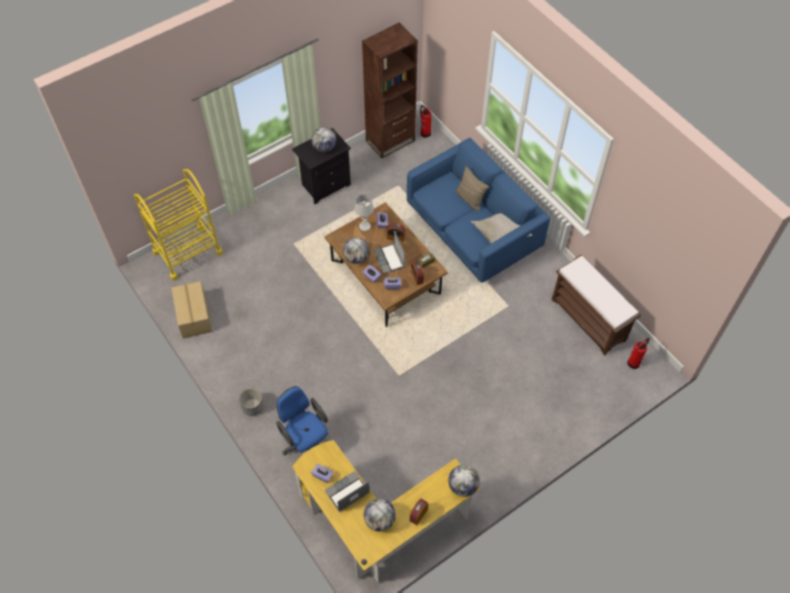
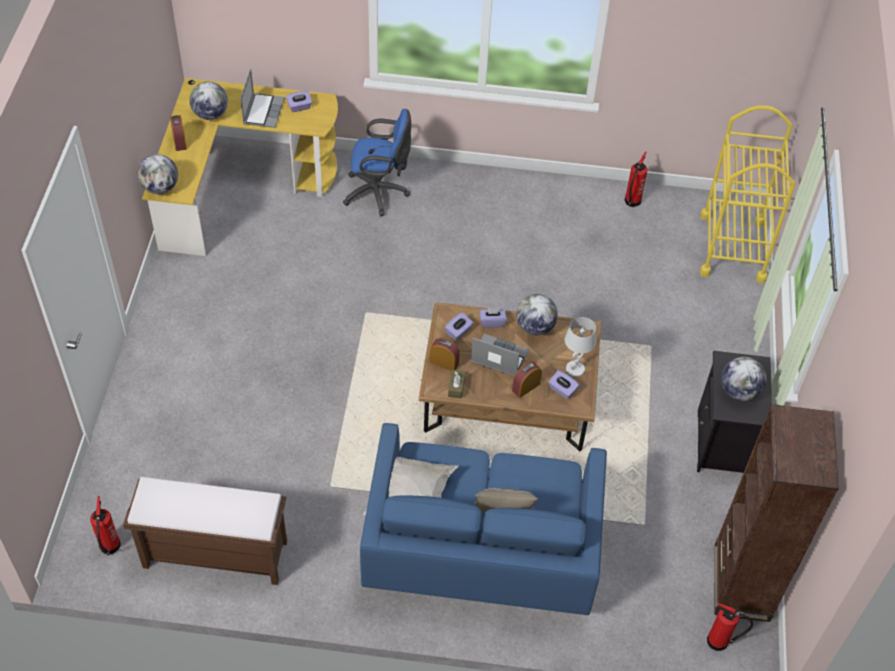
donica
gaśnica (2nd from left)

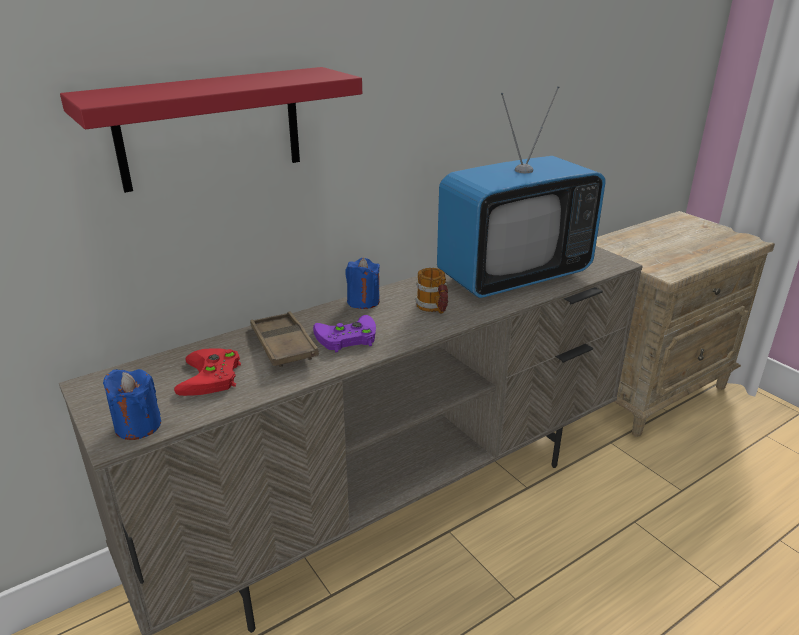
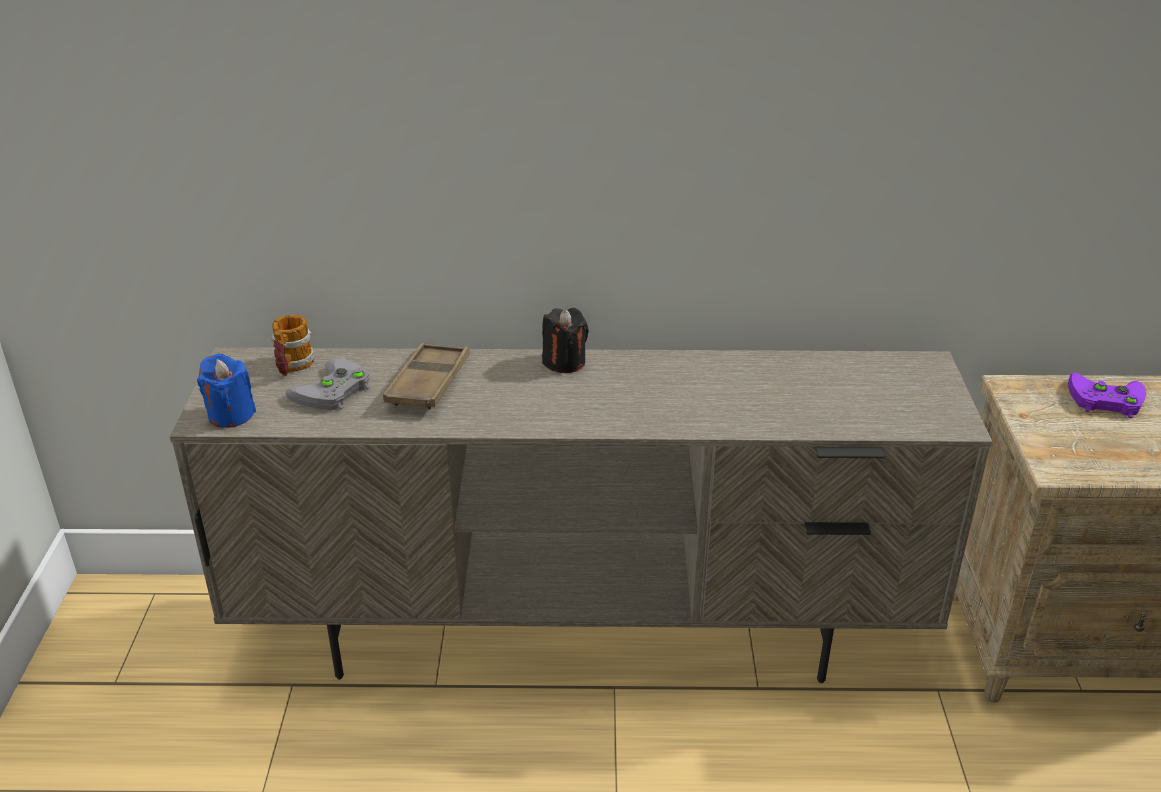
półka/czerwony
telewizor
pad do gier/fioletowy
kubek
pad do gier/szary
świeca/czarny

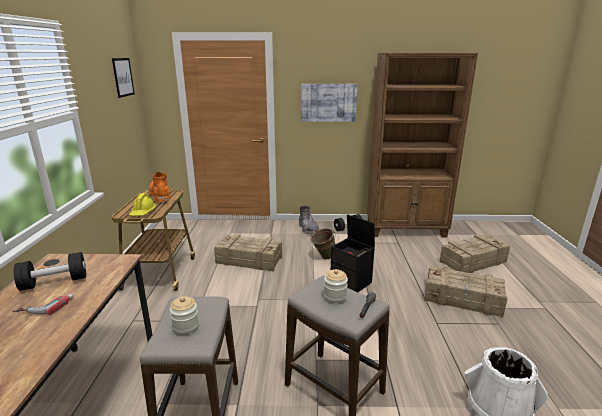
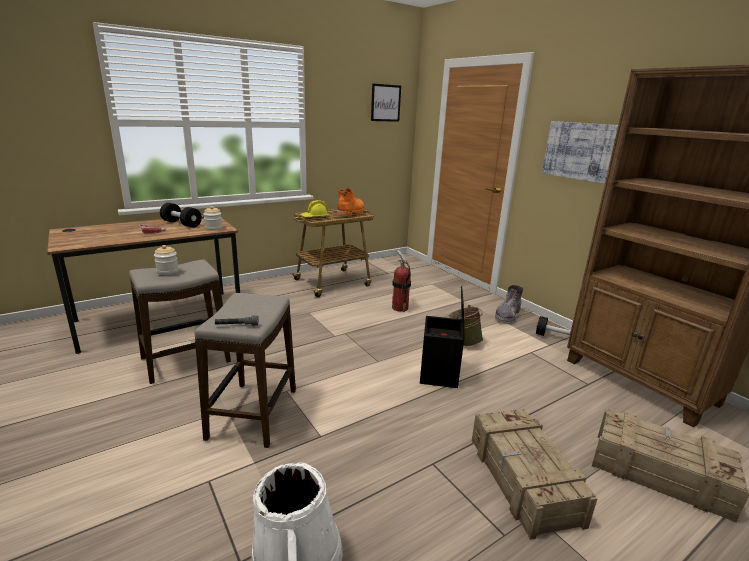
słoik (2nd from left)
gaśnica

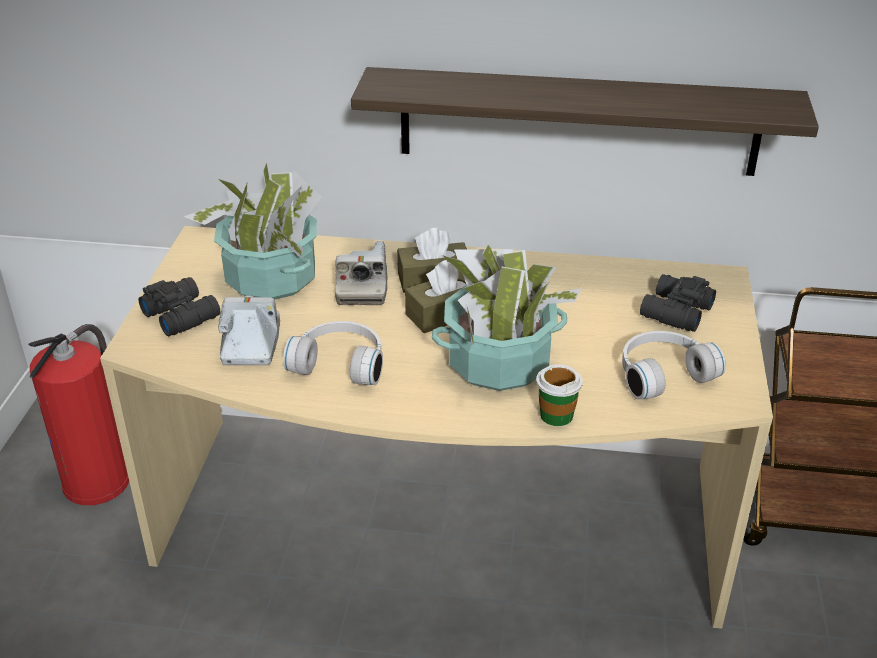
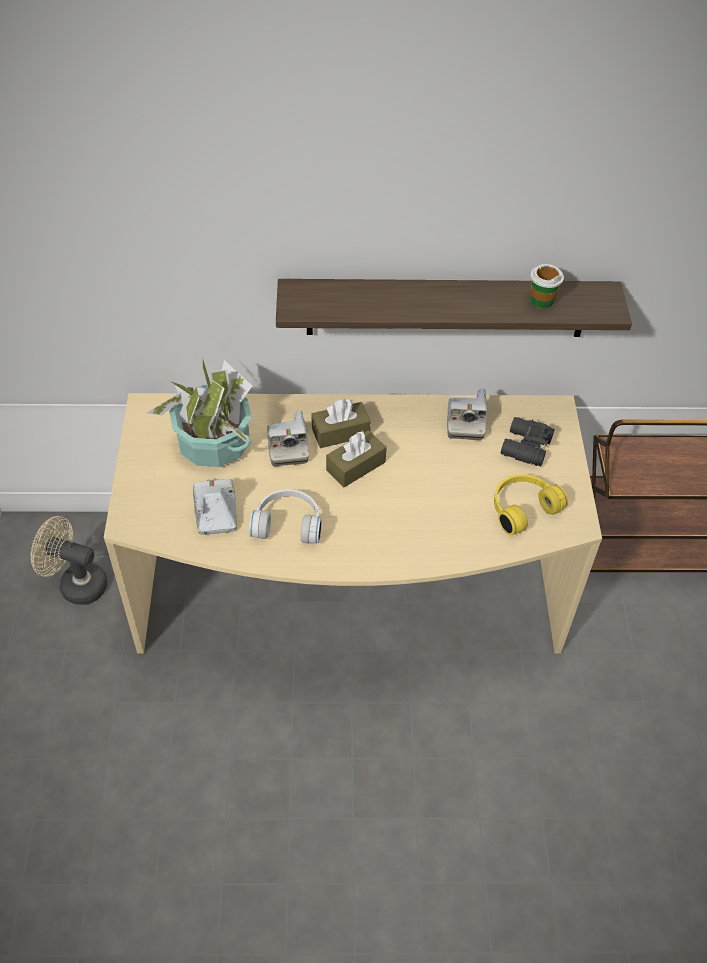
lornetka/czarny (1st from left in the first image)
roślina doniczkowa (2nd from left in the first image)
aparat fotograficzny (3rd from left)
filiżanka
wentylator/beżowy
słuchawki/żółty

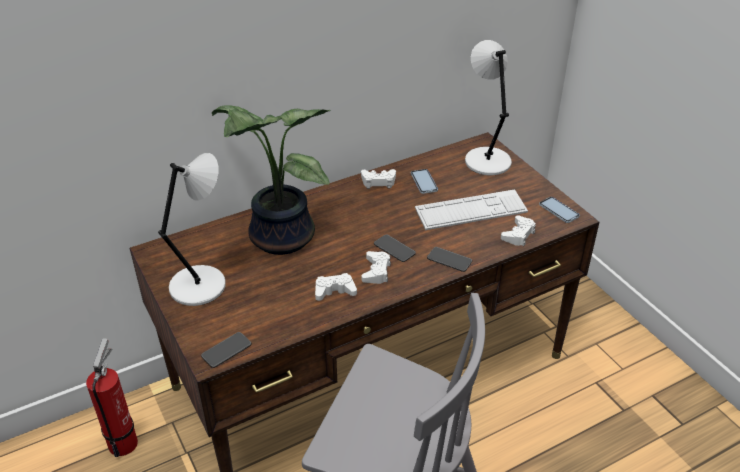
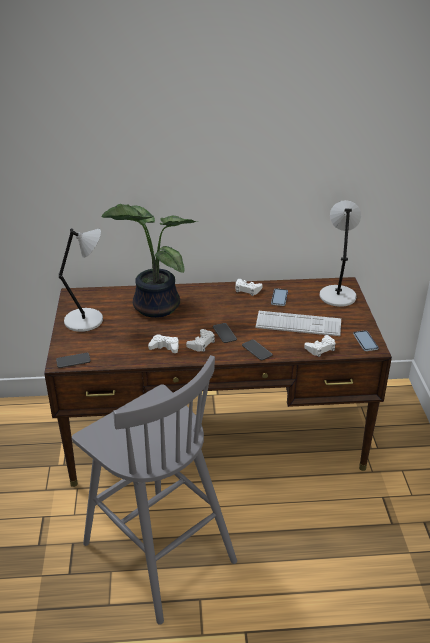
gaśnica

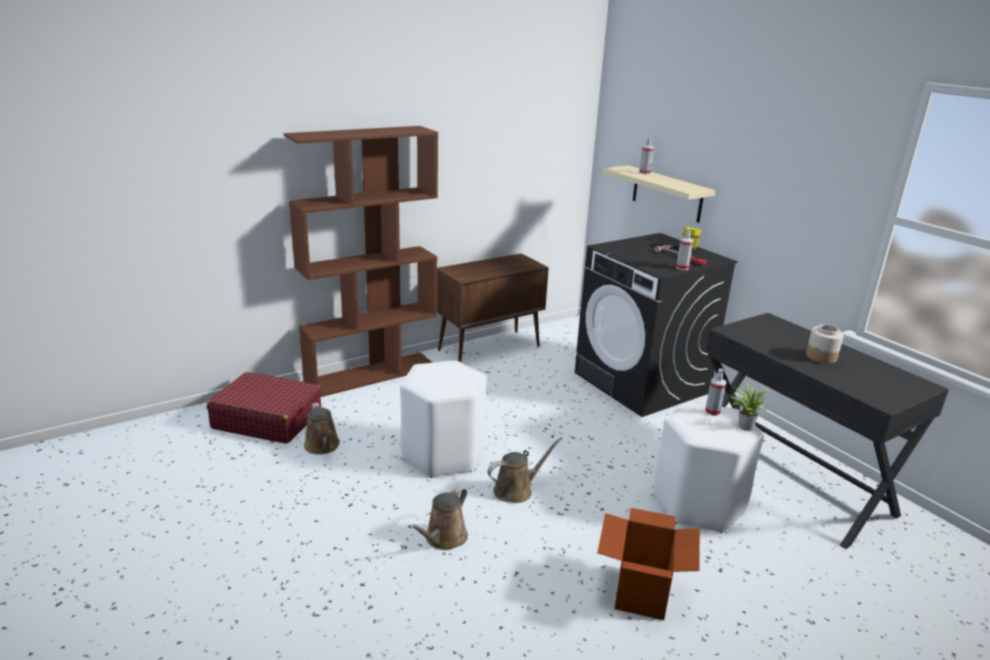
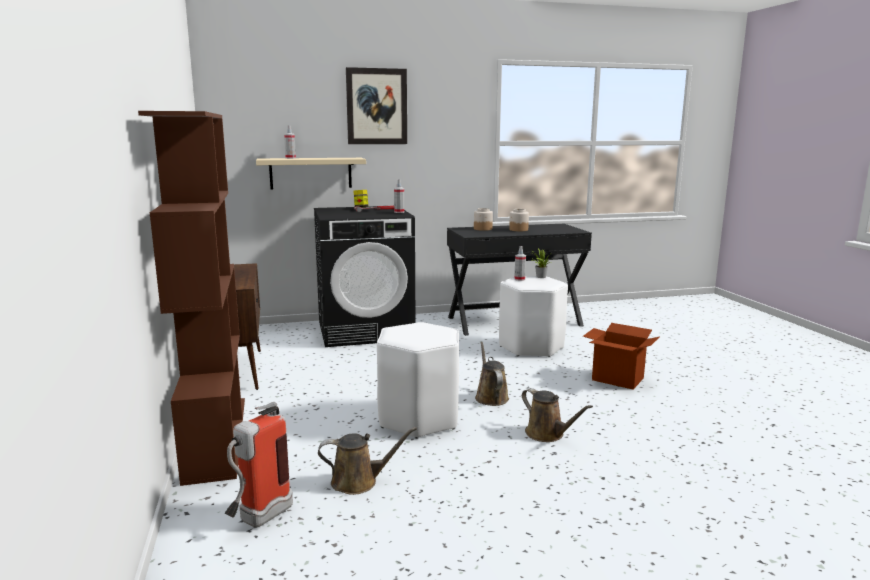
obraz
słoik (2nd from left)
gaśnica

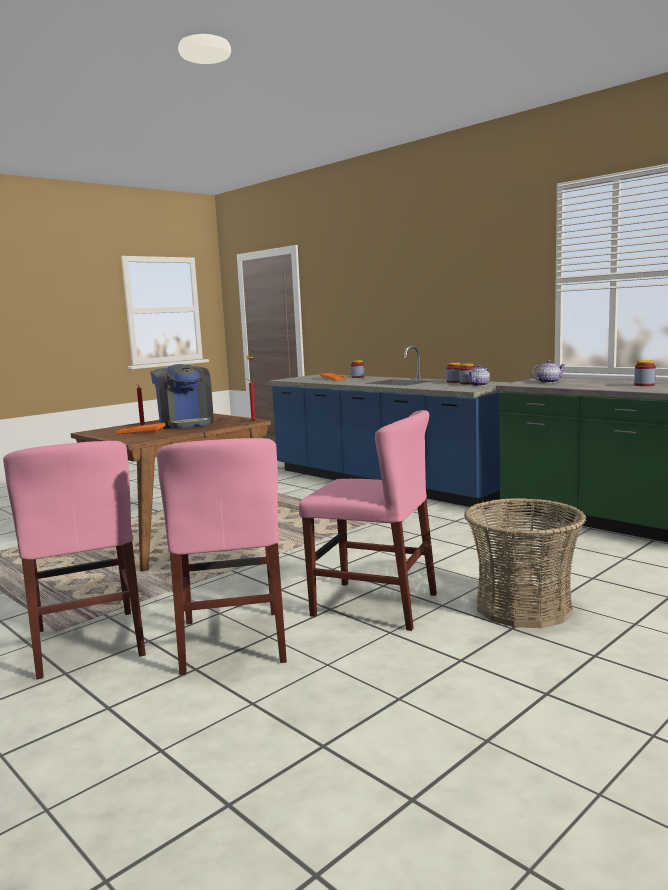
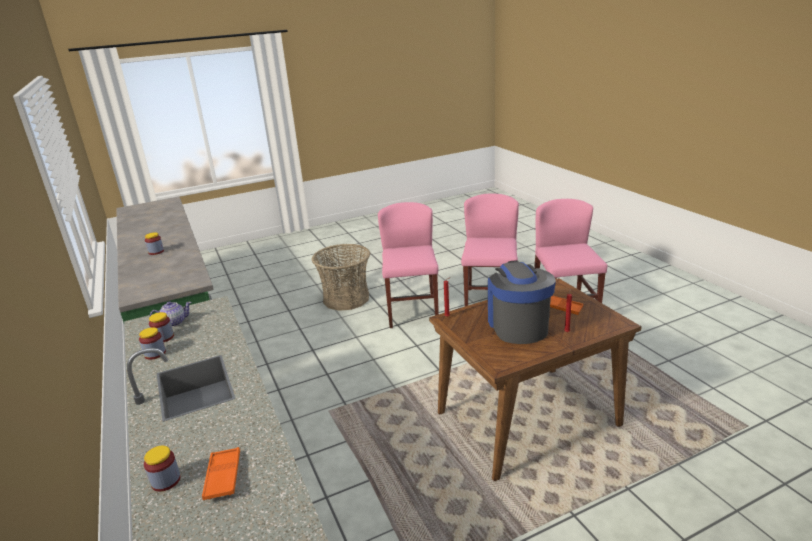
imbryk (2nd from left in the first image)
krzesło/różowy (1st from left)

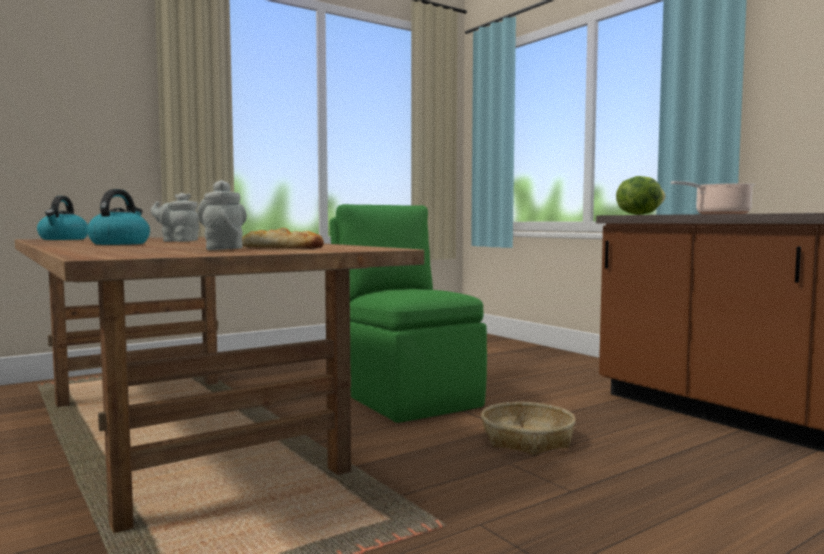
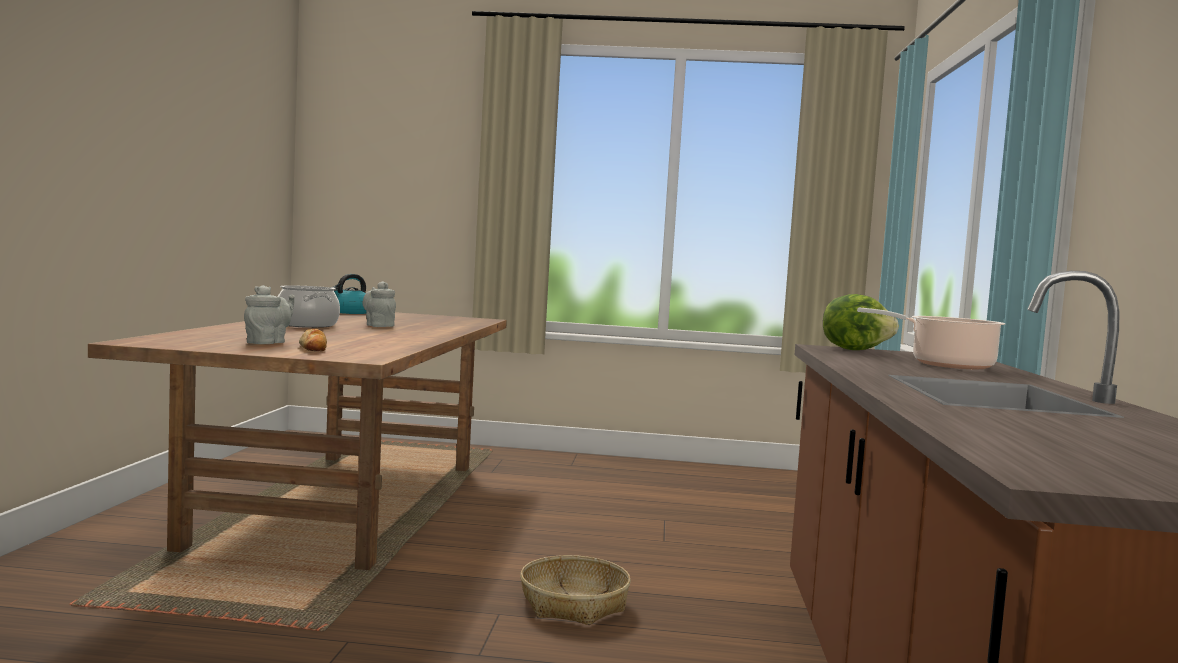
krzesło/zielony
garnek (1st from left)

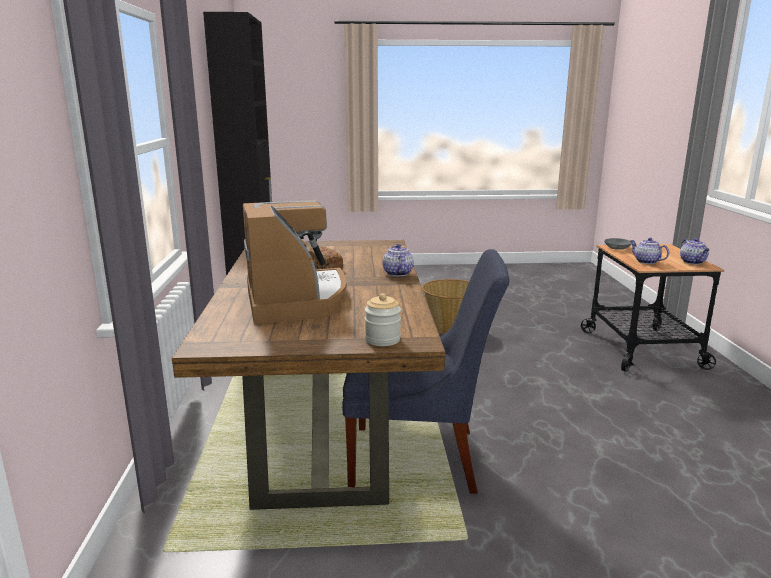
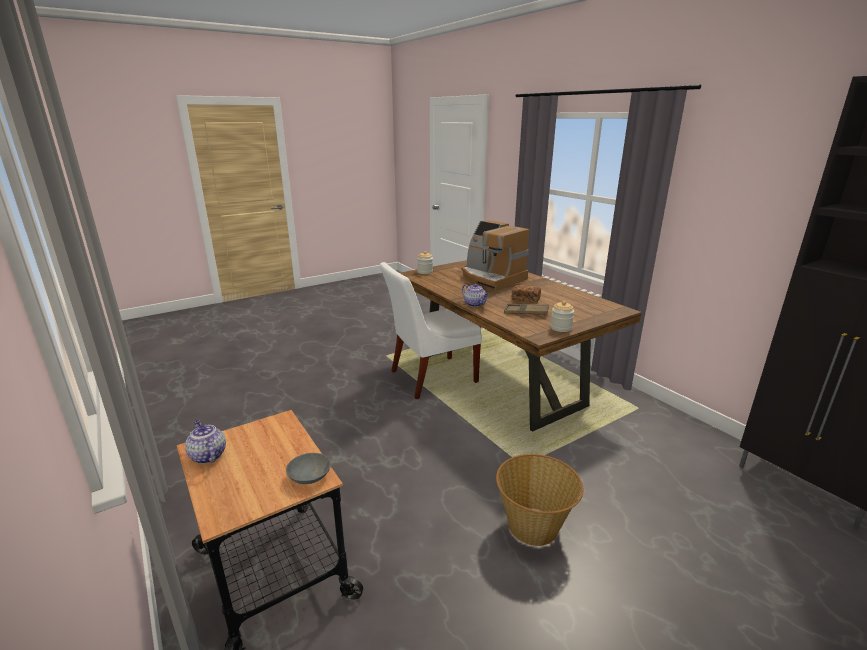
imbryk (2nd from left in the first image)
taca/brązowy
słoik (2nd from left)
krzesło/biały

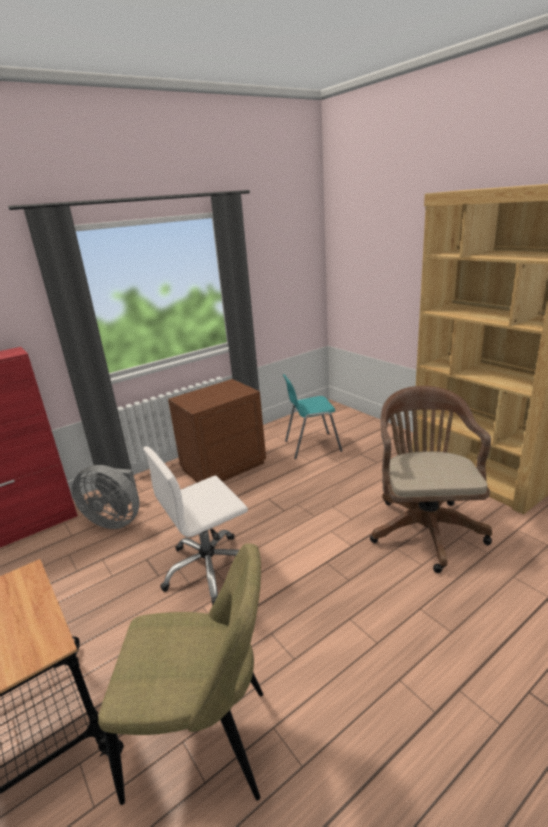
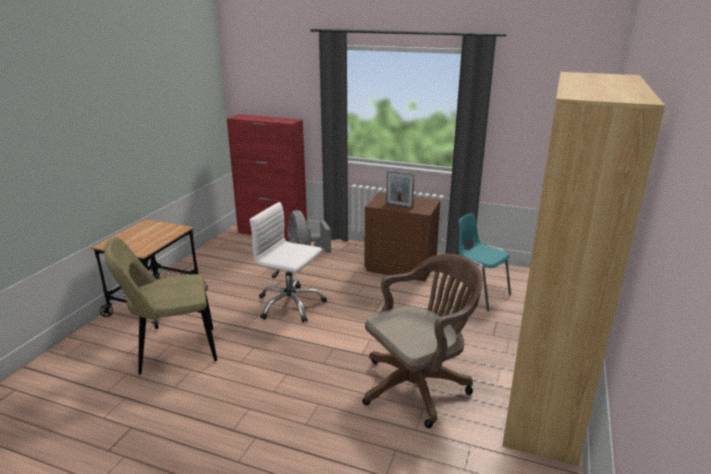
ramka na zdjęcie
krzesło/beżowy

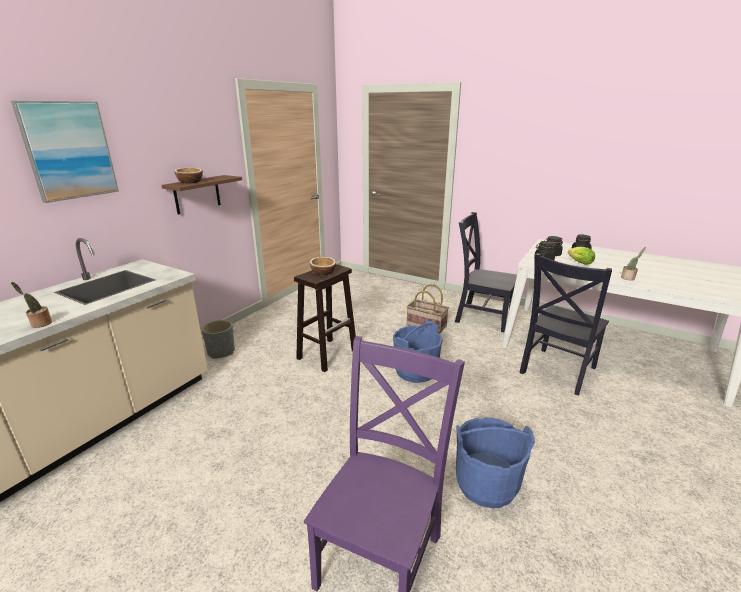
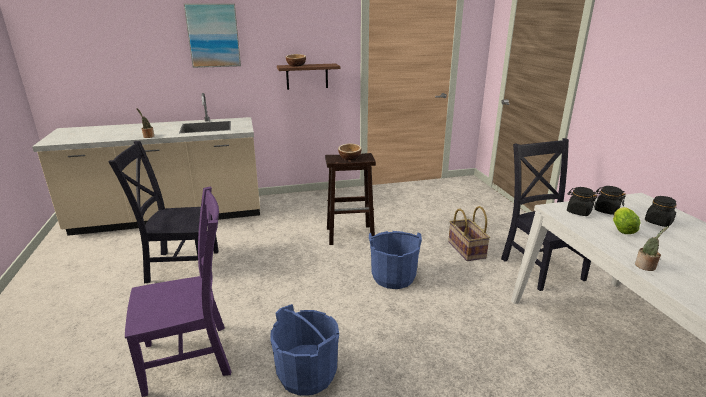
donica/szary
krzesło/czarny (1st from left)

